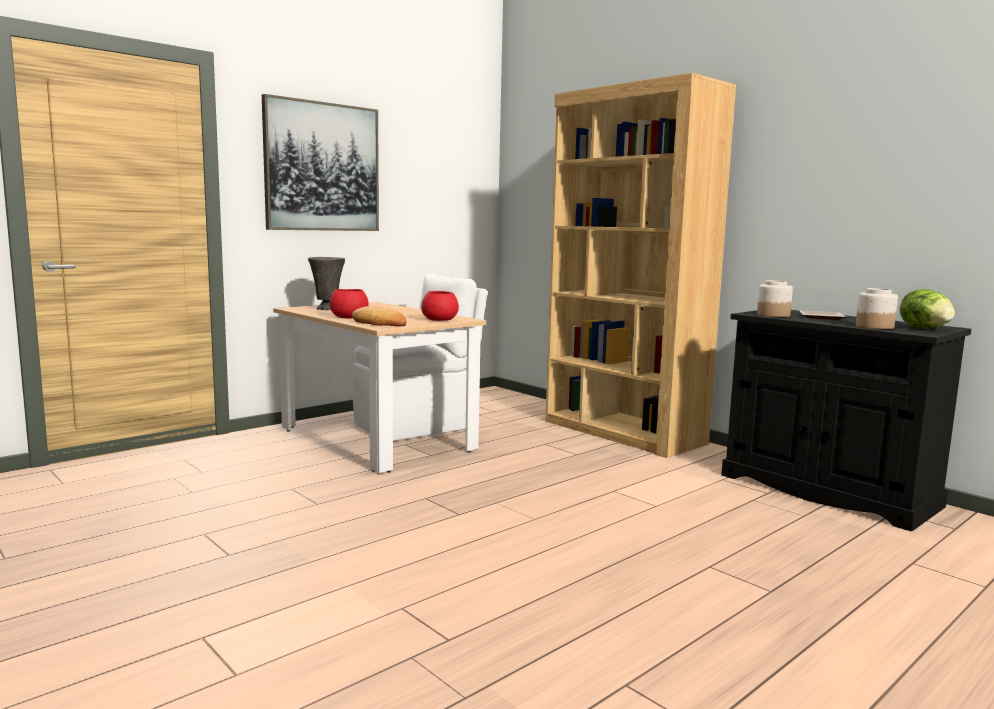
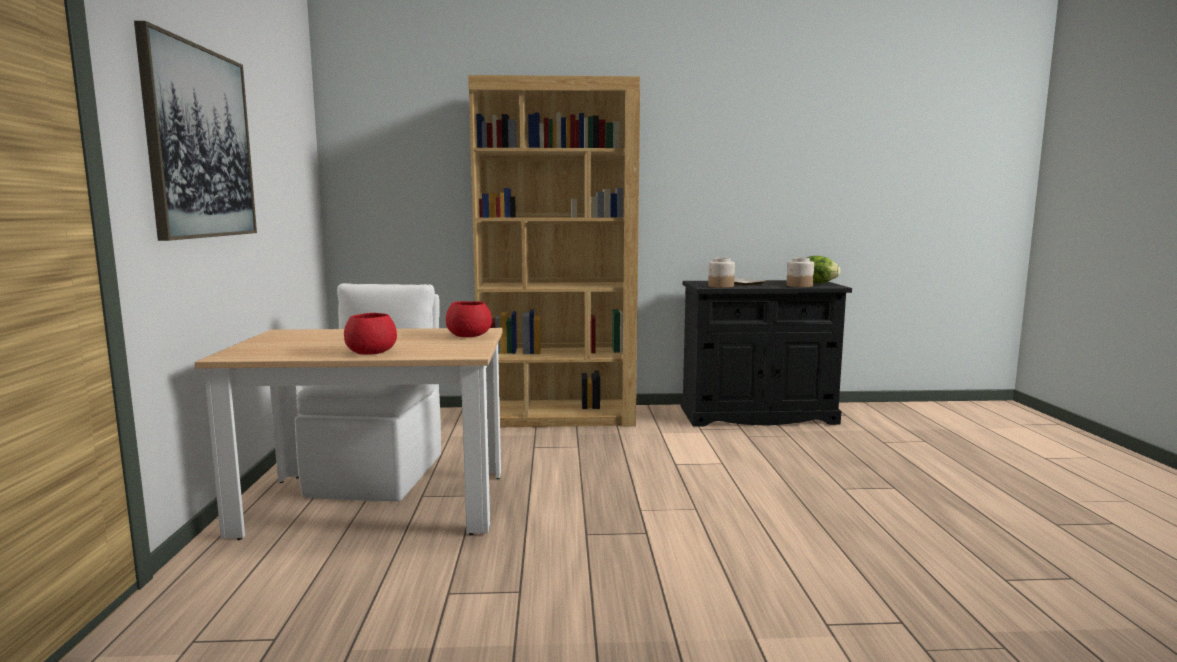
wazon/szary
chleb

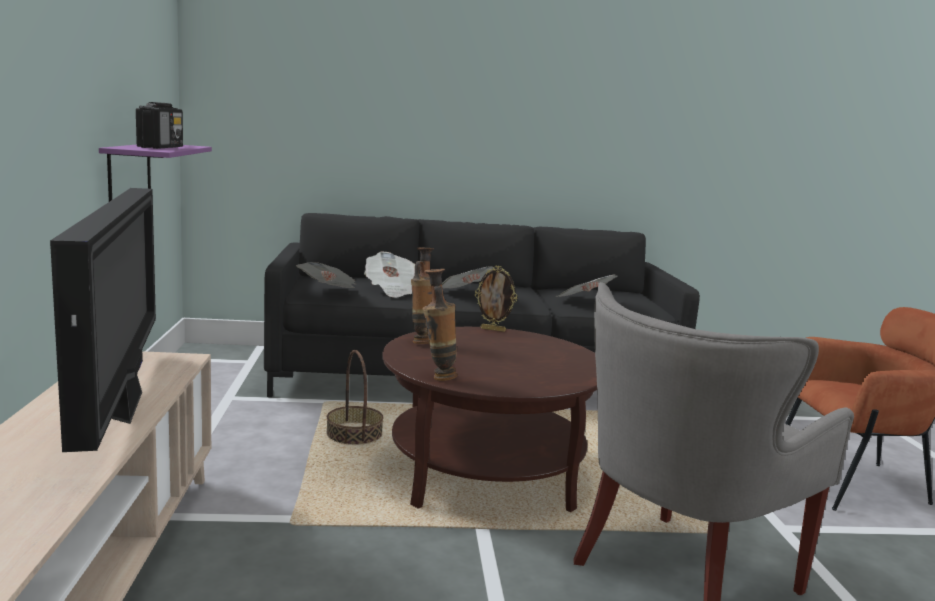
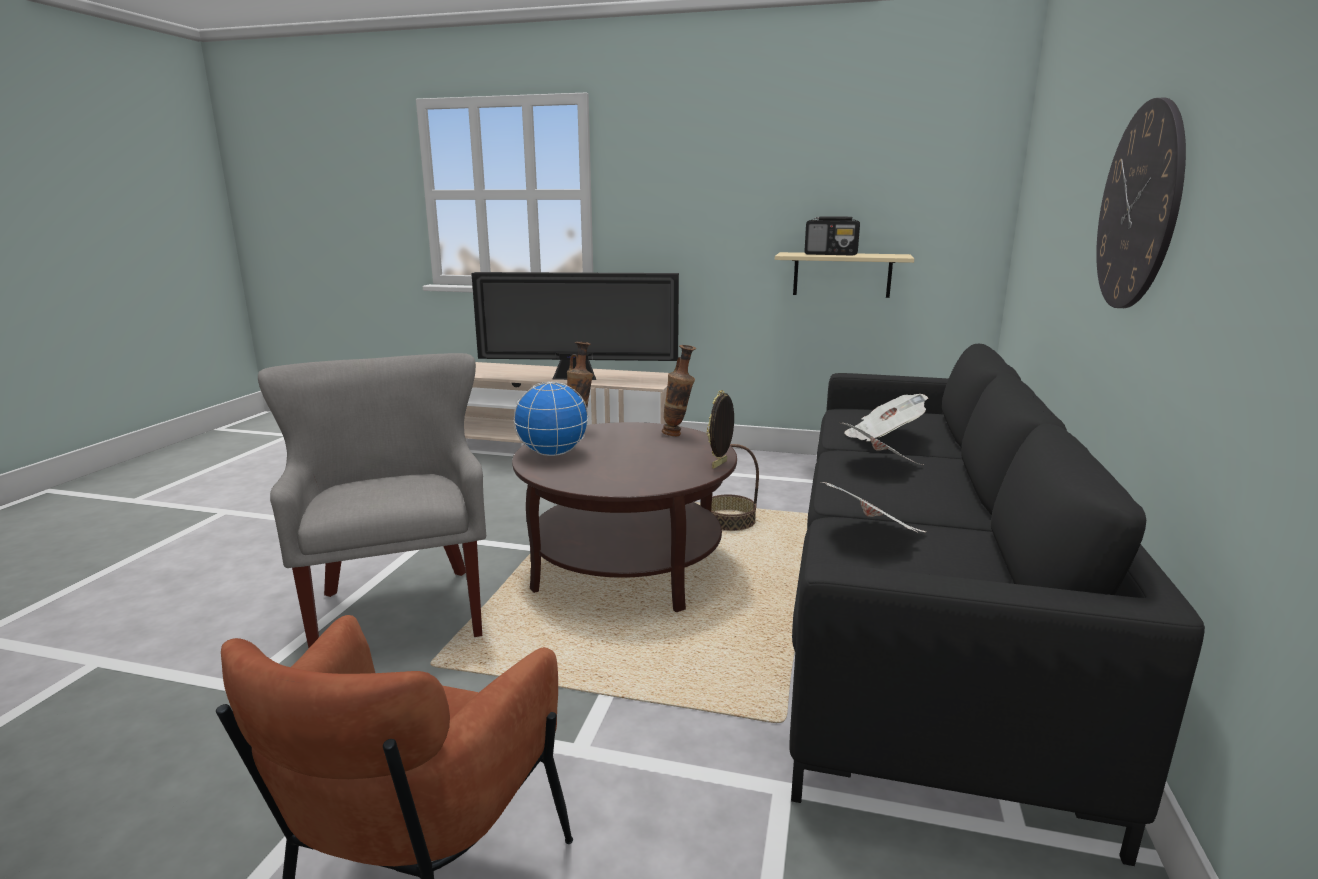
gazeta (1st from left in the first image)
globus
zegar ścienny
półka/beżowy

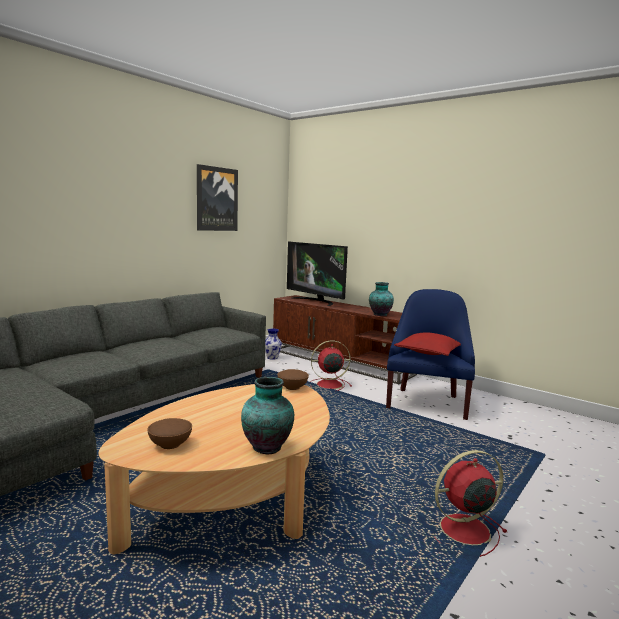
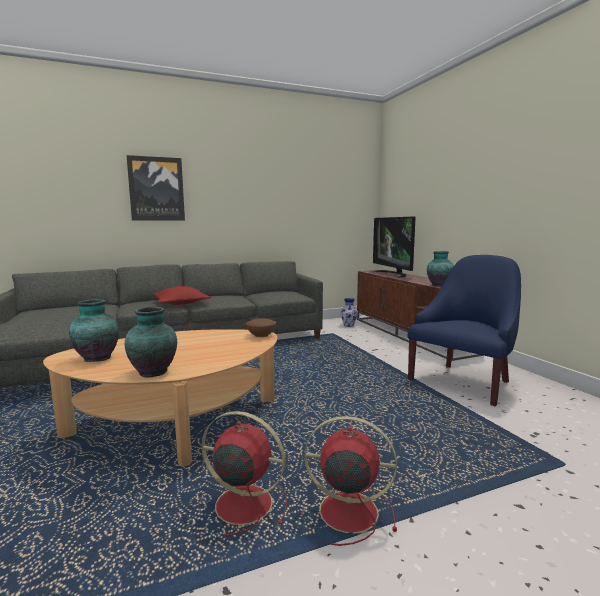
obraz
wentylator/czerwony (1st from left)
poduszka/czerwony
wazon (1st from left)

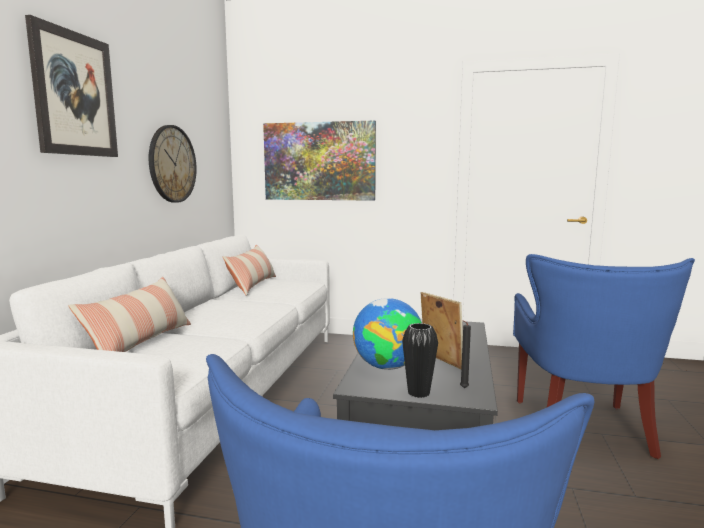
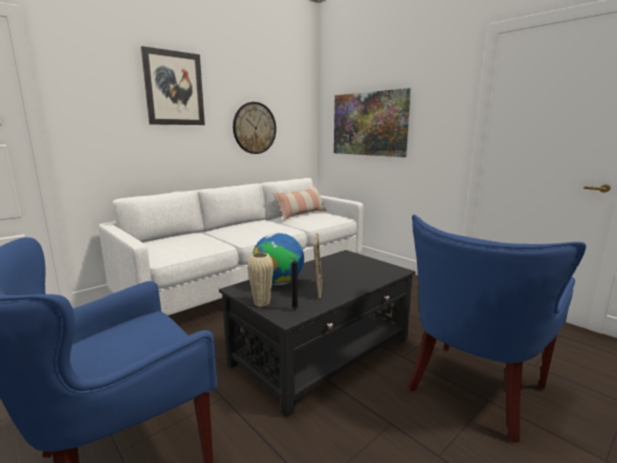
poduszka (1st from left in the first image)
wazon/beżowy

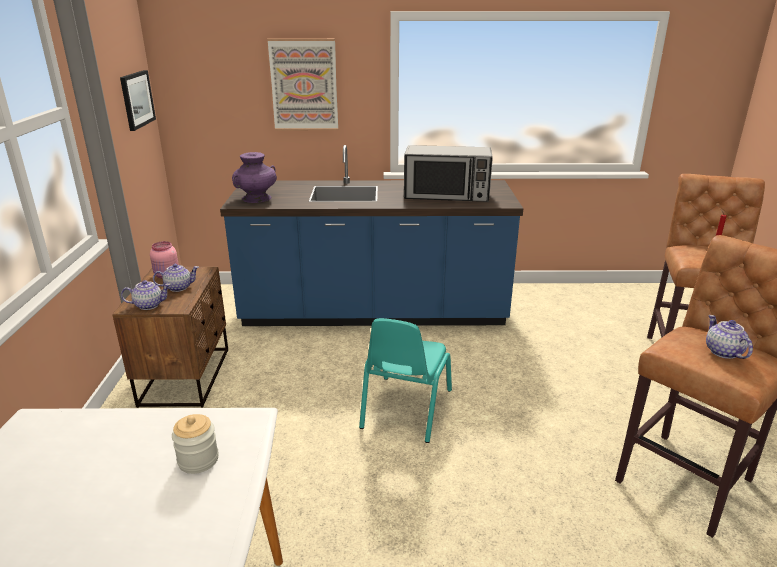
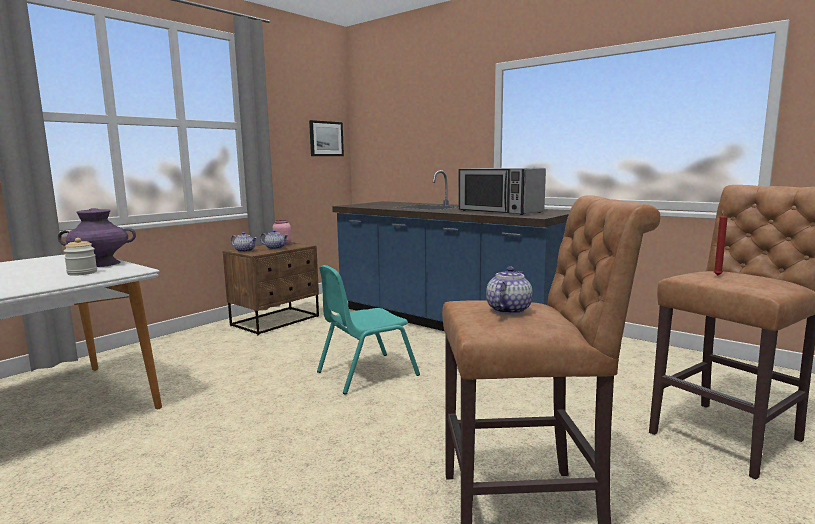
obraz (2nd from left in the first image)
wazon/fioletowy

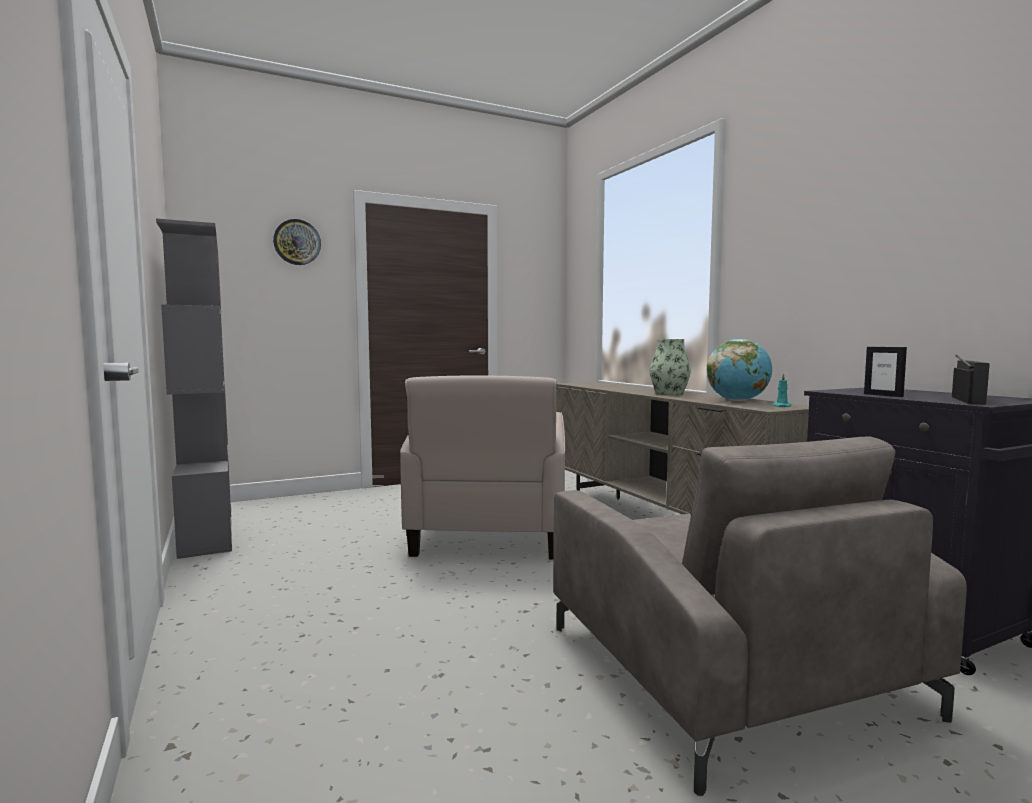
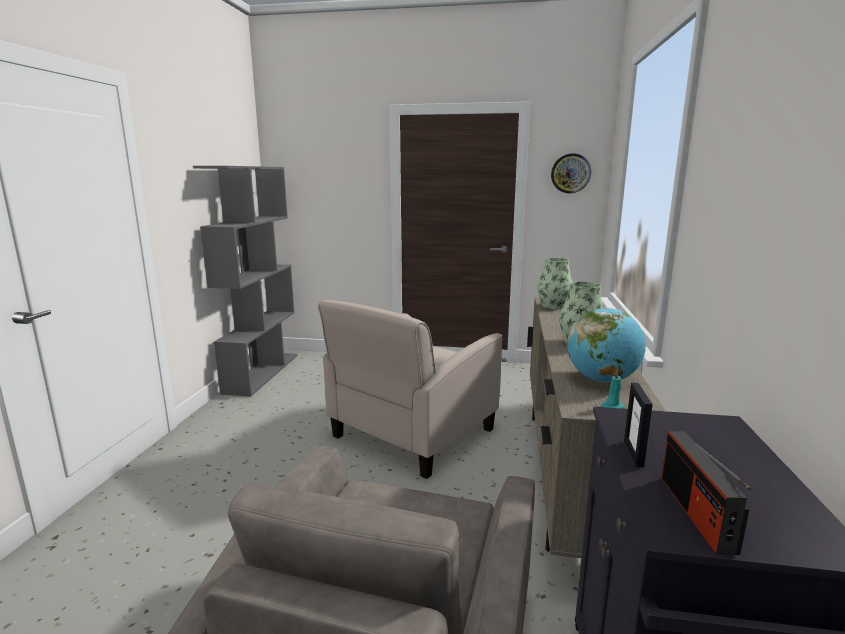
wazon (1st from left)
zegar ścienny
radio

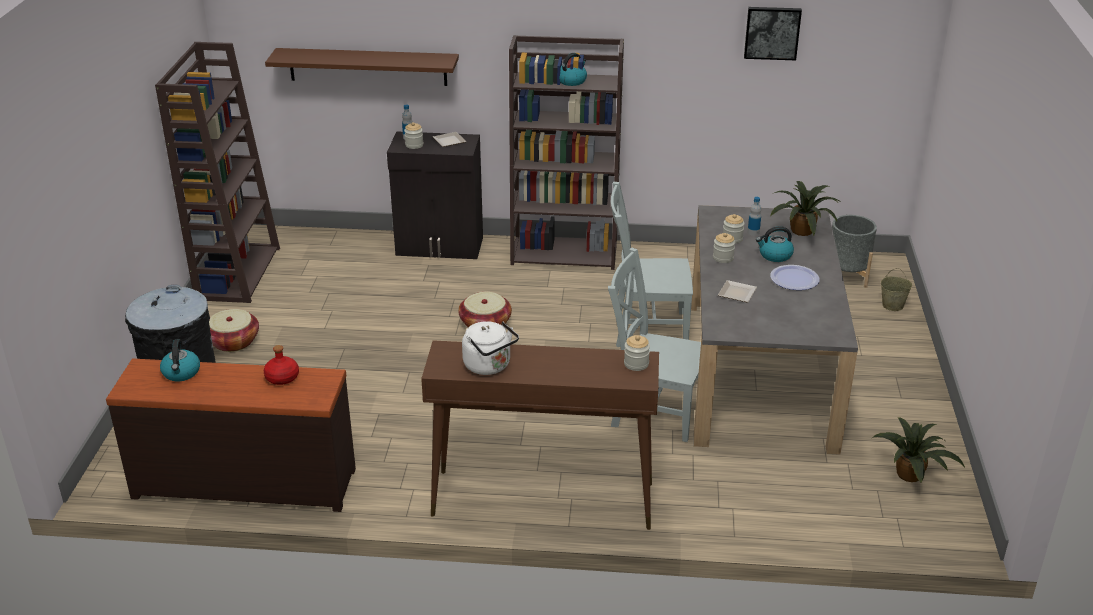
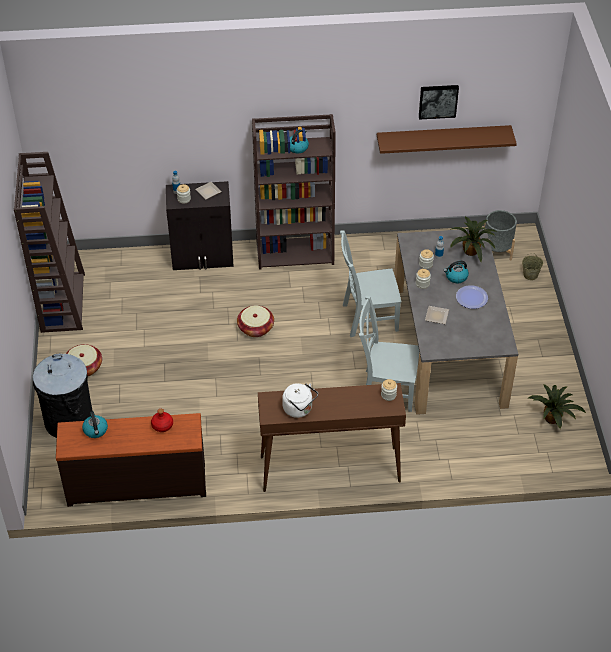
półka/brązowy

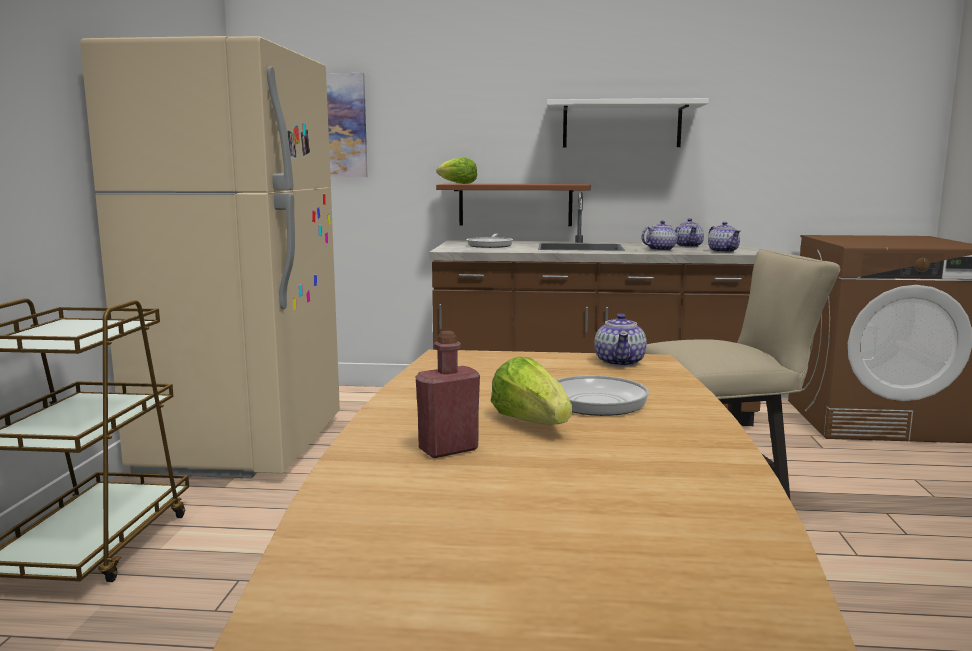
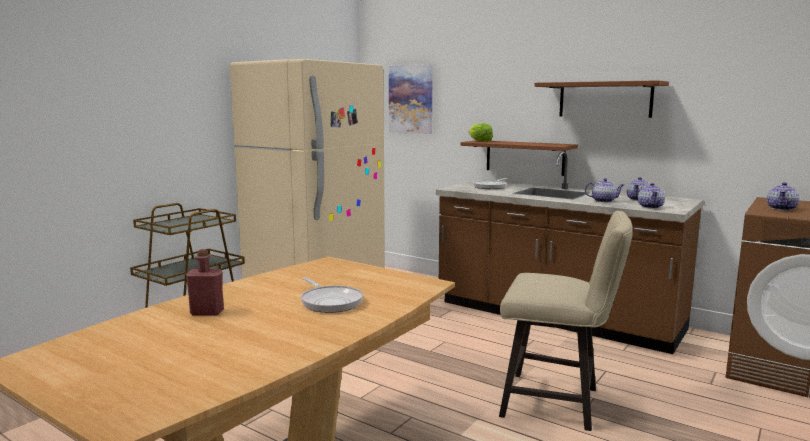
sałata (2nd from left in the first image)
imbryk (4th from left)
półka/brązowy (2nd from left)

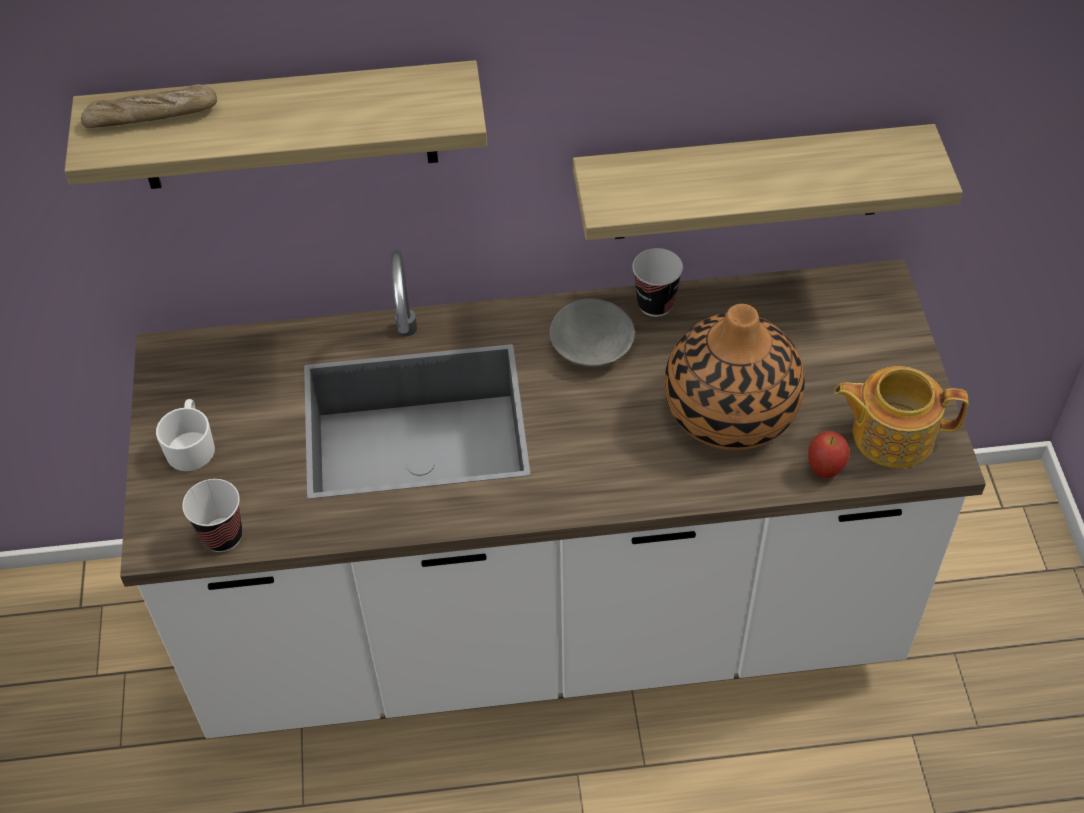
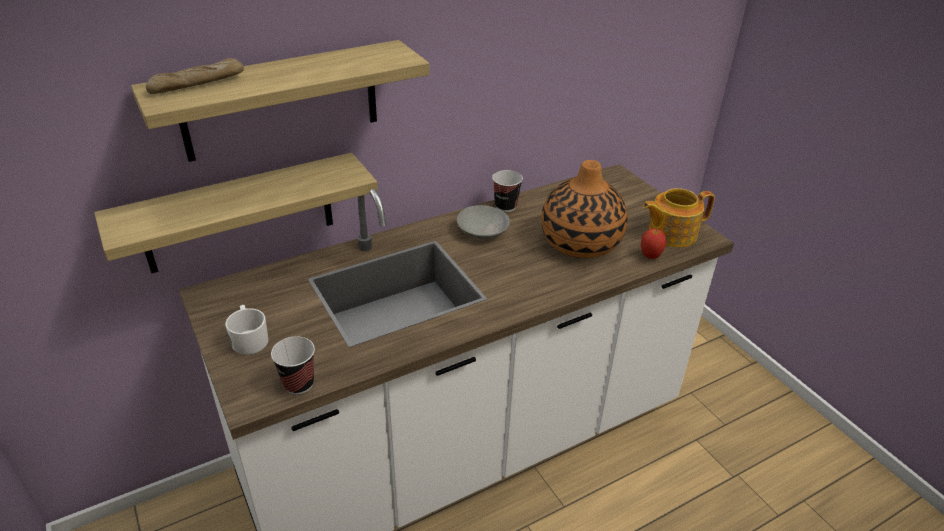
półka (1st from left)

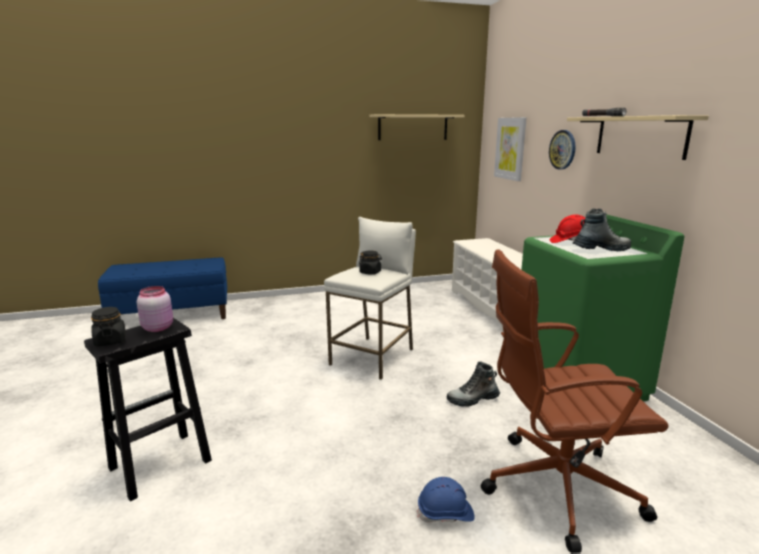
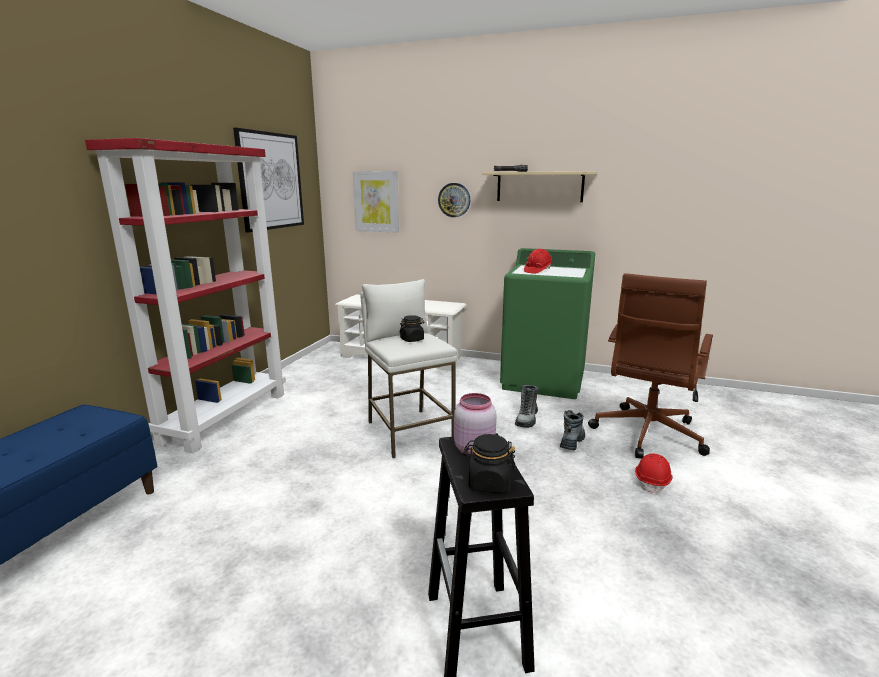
regał/czerwony
but z cholewką (2nd from left)
obraz (1st from left)
kask/czerwony (2nd from left)

